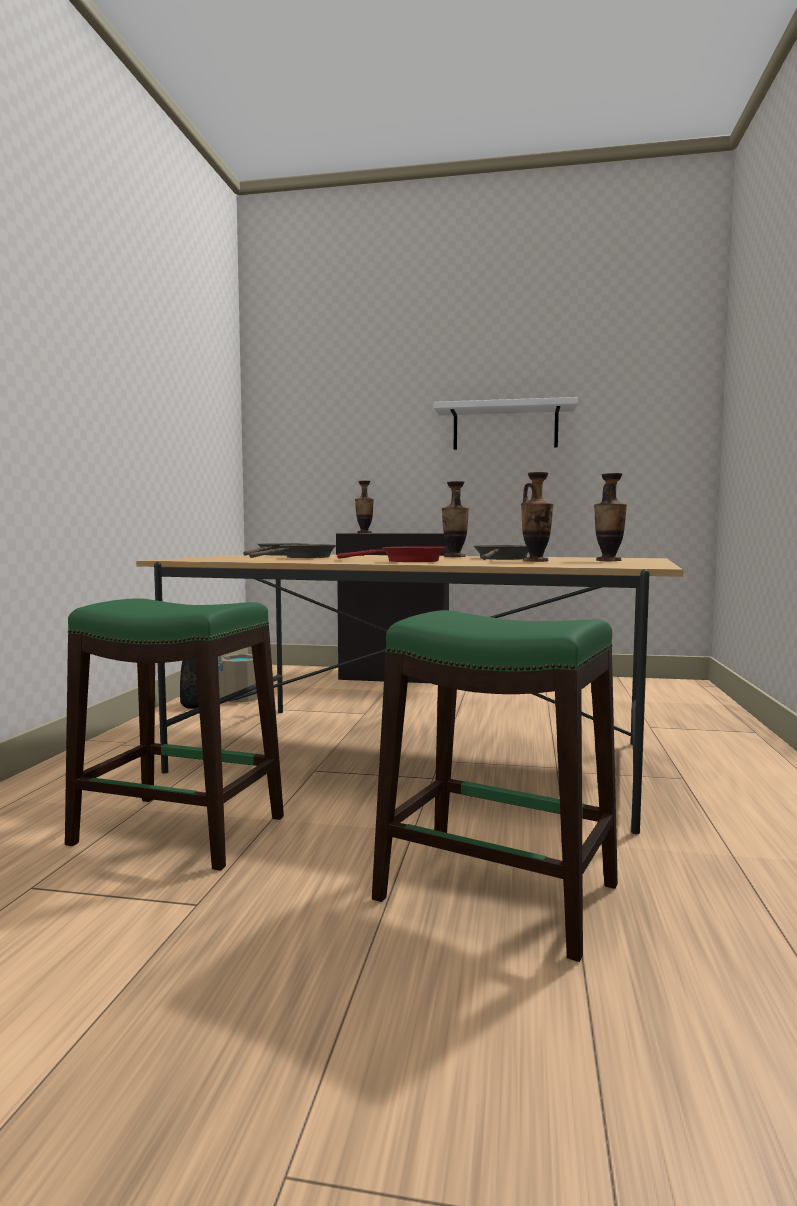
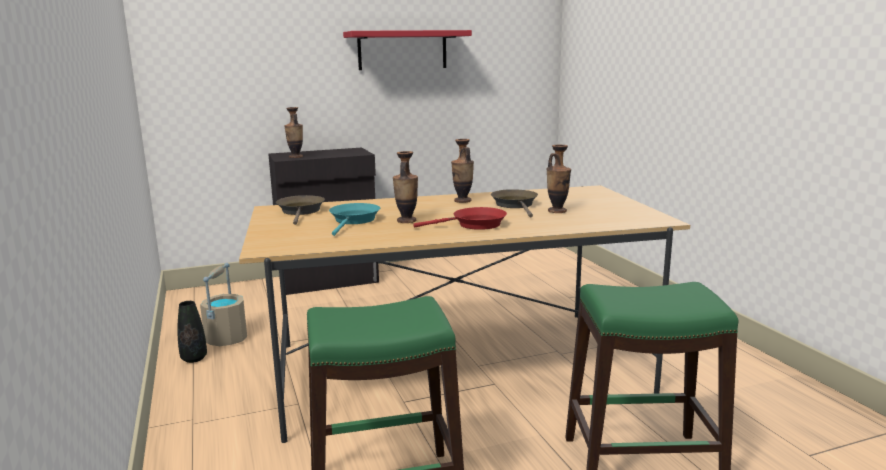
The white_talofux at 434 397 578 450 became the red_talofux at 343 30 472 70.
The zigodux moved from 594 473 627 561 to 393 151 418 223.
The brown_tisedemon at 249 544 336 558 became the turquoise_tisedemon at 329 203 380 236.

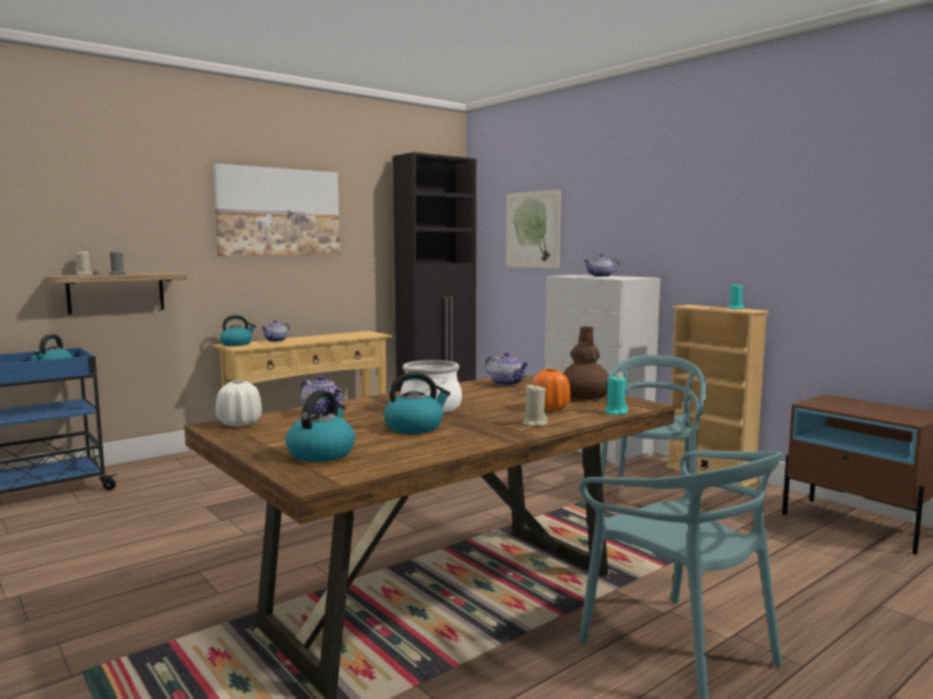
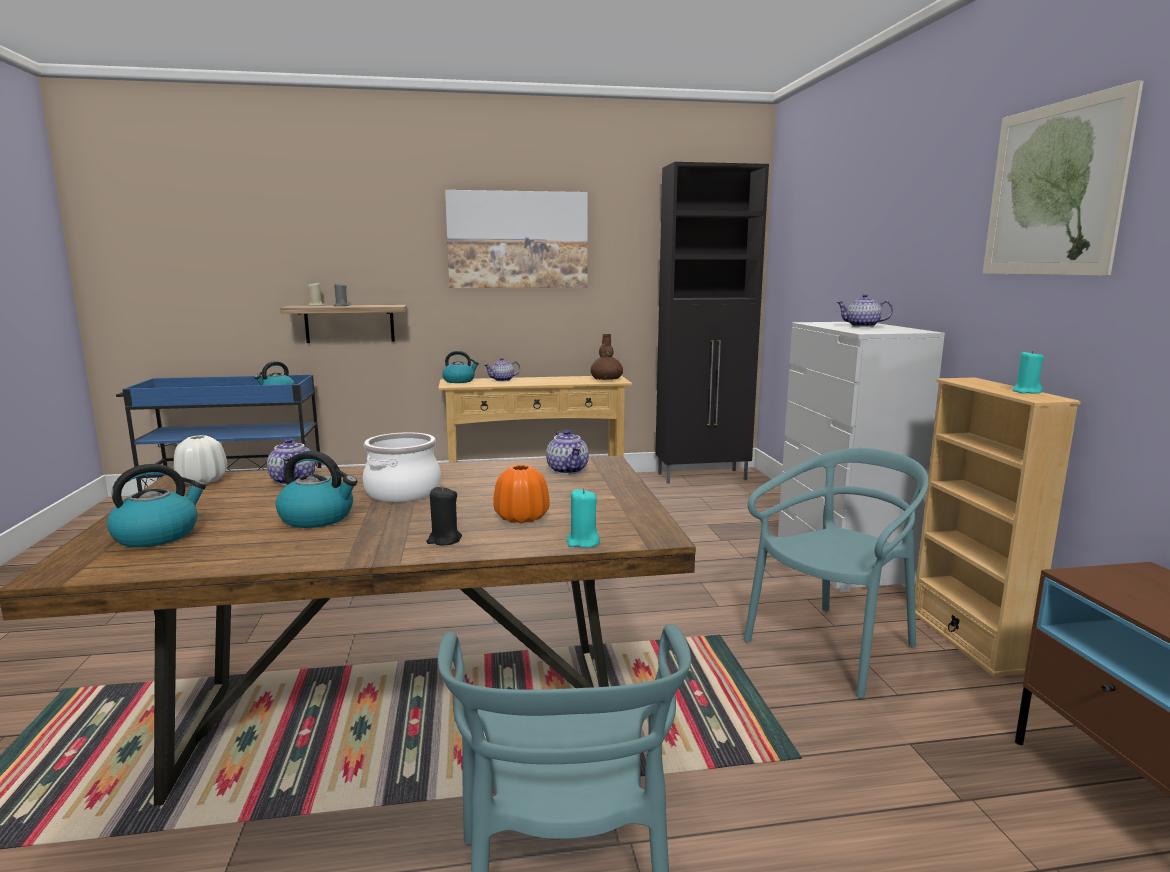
The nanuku moved from 506 189 561 268 to 983 80 1144 276.
The brown_zigodux moved from 563 327 609 400 to 591 334 623 380.
The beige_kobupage at 522 383 548 427 became the black_kobupage at 426 486 462 546.

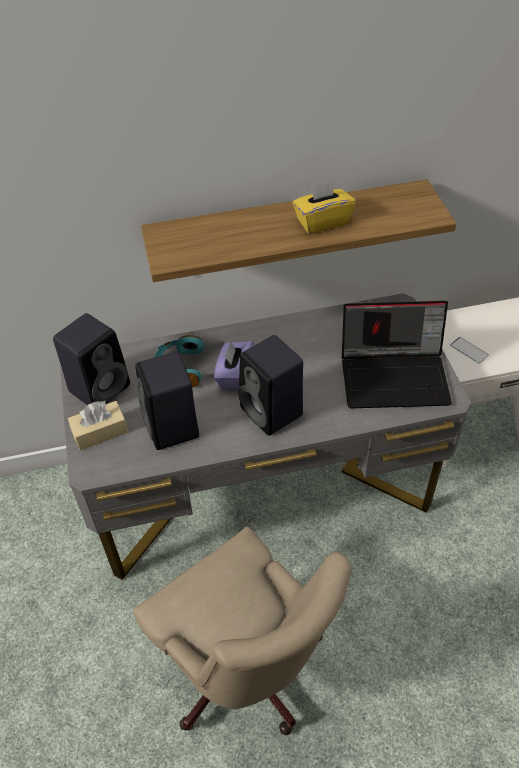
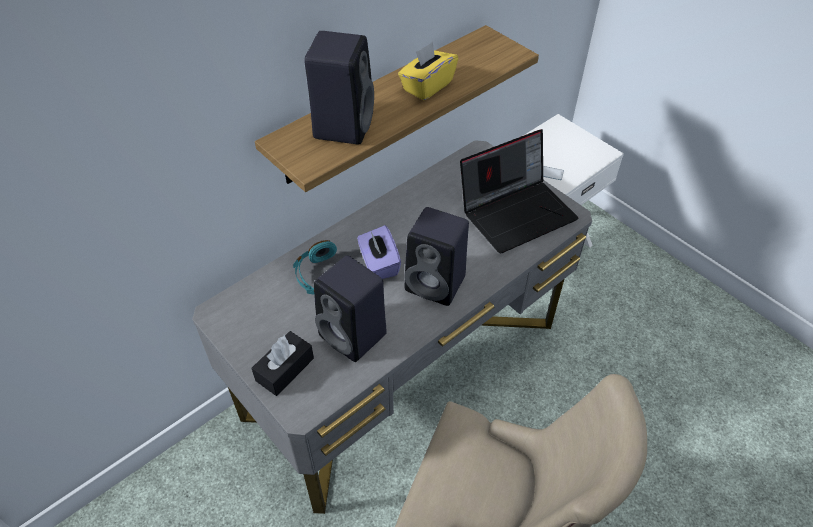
The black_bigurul moved from 53 313 130 405 to 304 31 374 145.
The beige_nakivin at 68 401 128 450 became the black_nakivin at 252 331 314 396.

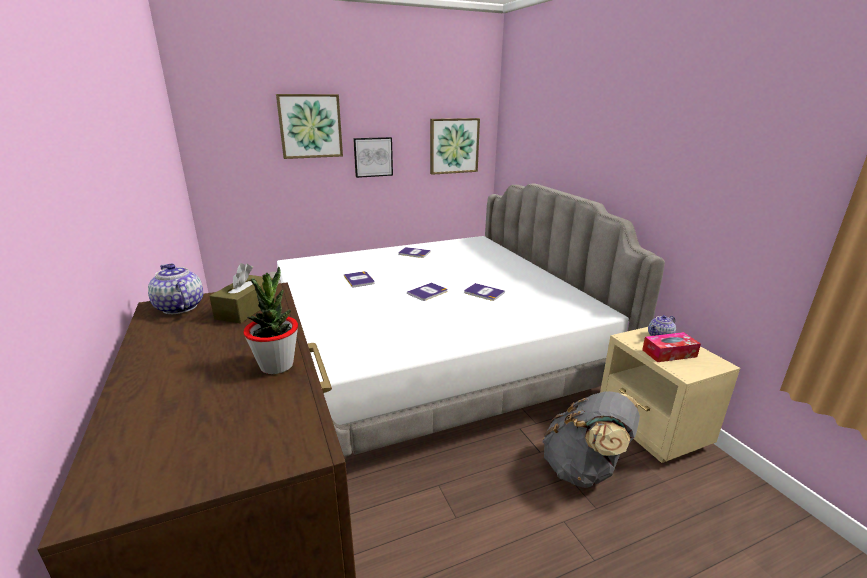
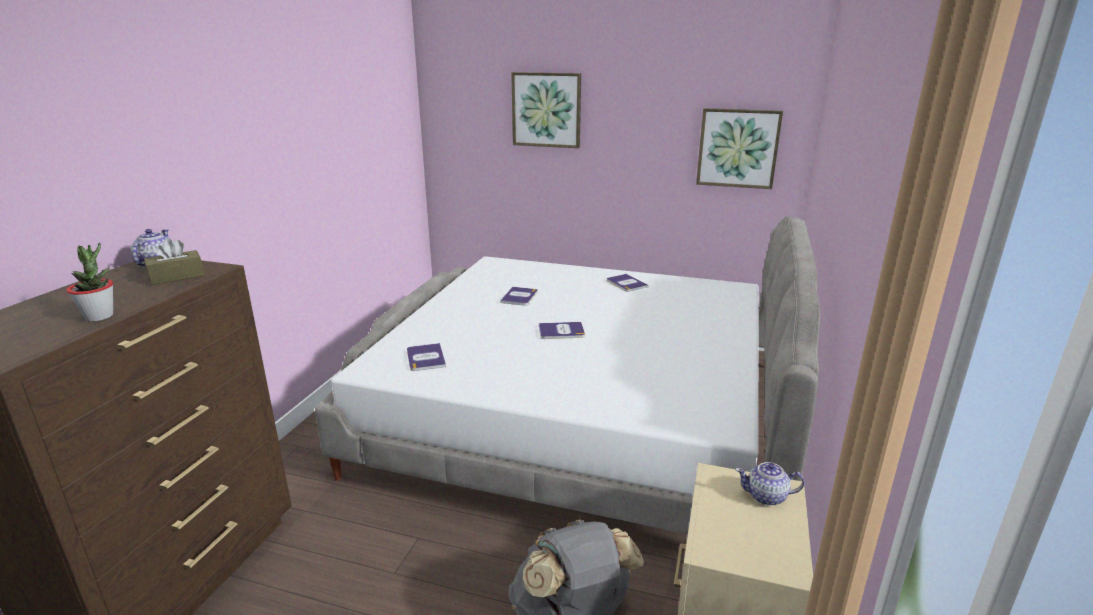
The nanuku at 353 137 393 178 disappeared.
The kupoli moved from 464 283 505 301 to 407 343 446 371.
The nakivin at 642 332 701 362 disappeared.

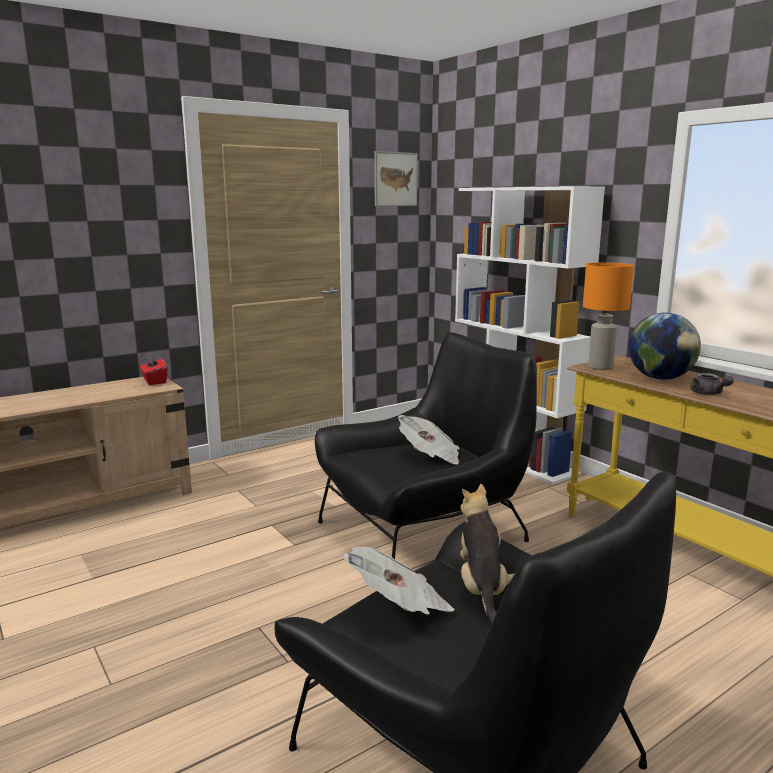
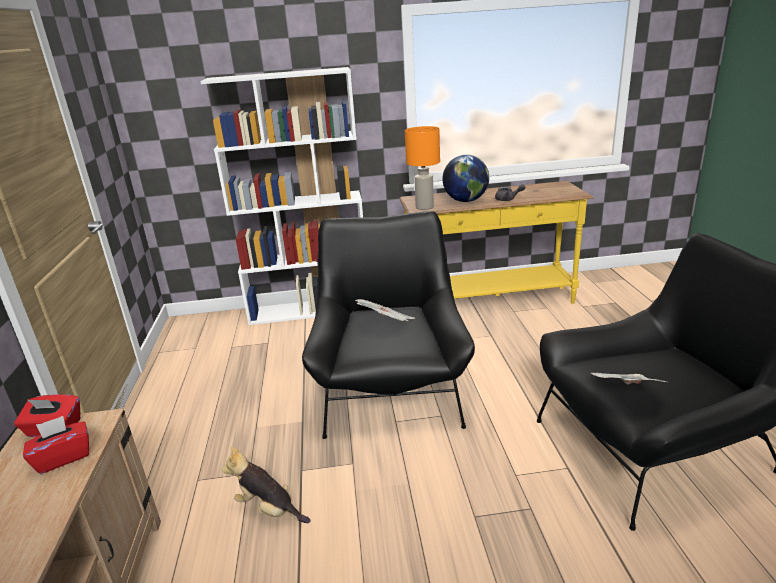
The nanuku at 374 151 418 206 disappeared.
The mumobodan moved from 460 484 514 623 to 222 447 311 523.
The red_nakivin at 23 416 89 474 appeared.

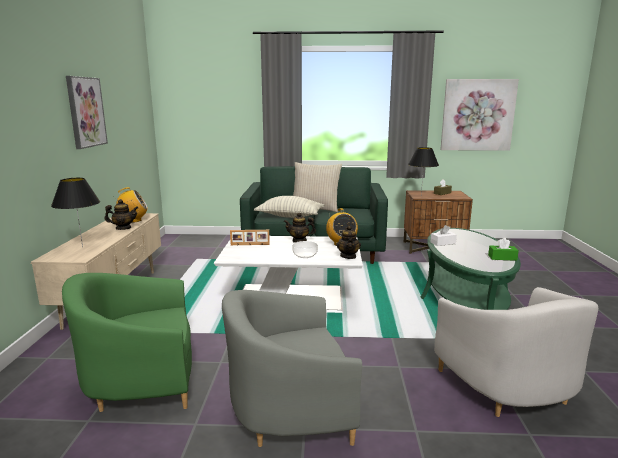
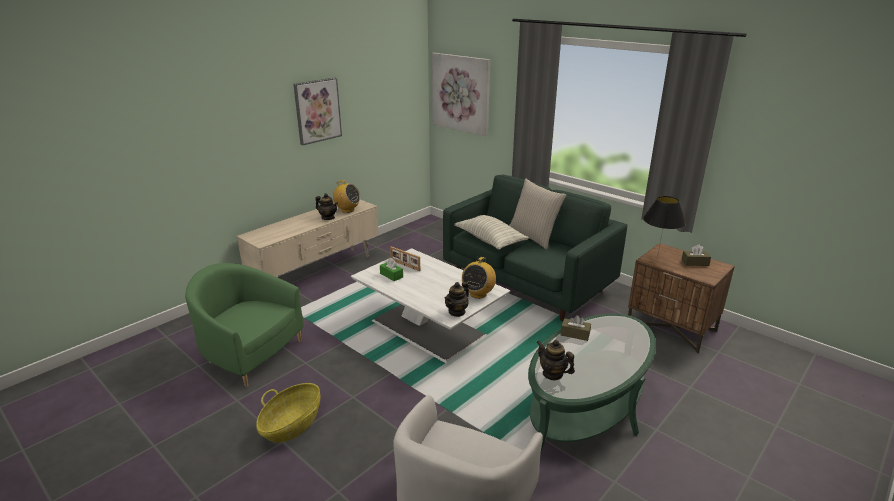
The nanuku moved from 440 79 519 151 to 432 53 490 137.
The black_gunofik at 51 178 100 248 disappeared.
The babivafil moved from 284 212 316 243 to 536 340 575 380.
The white_nakivin at 430 225 457 246 became the brown_nakivin at 561 315 591 341.
The green_nakivin moved from 488 238 519 261 to 380 258 403 281.
The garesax at 292 241 318 258 disappeared.
The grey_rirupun at 222 290 362 447 was replaced by the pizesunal at 256 383 320 442.

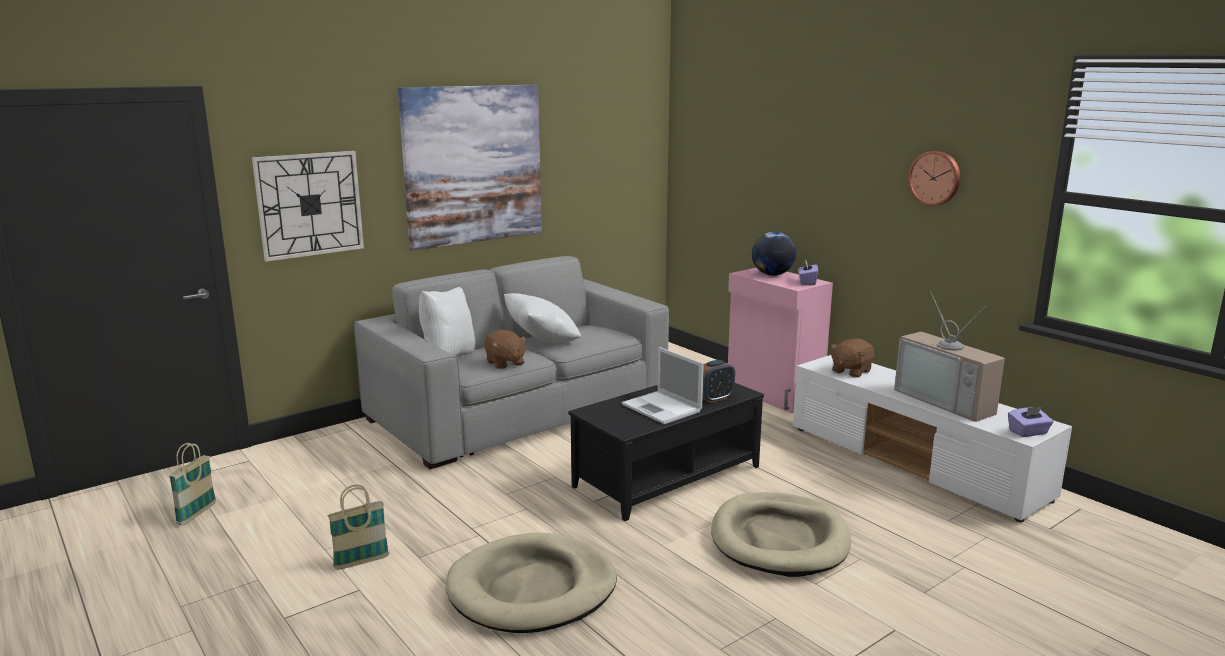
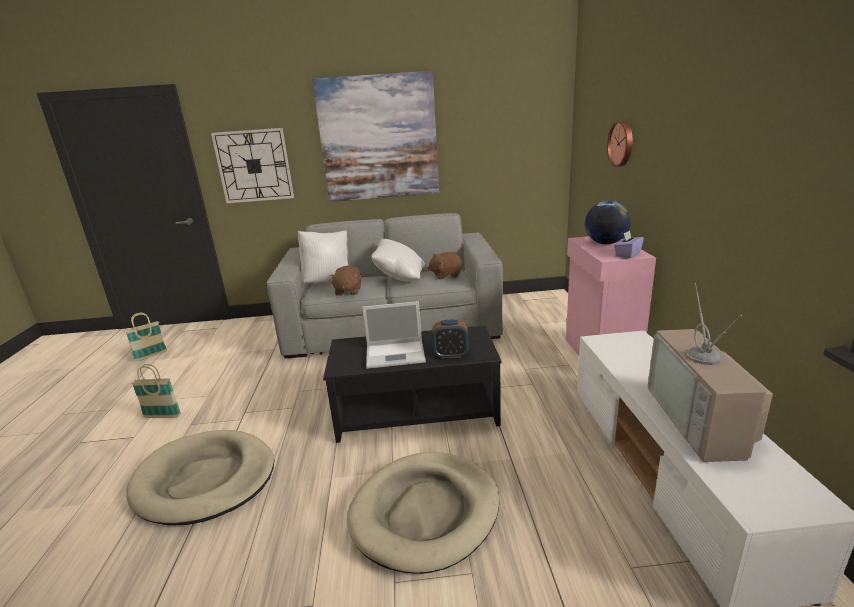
The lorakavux moved from 908 151 960 206 to 607 120 633 167.
The brown_mumobodan moved from 830 338 874 378 to 428 252 462 279.
The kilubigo at 622 347 704 424 turned 90 degrees counterclockwise.
The purple_nakivin at 1008 407 1054 437 disappeared.

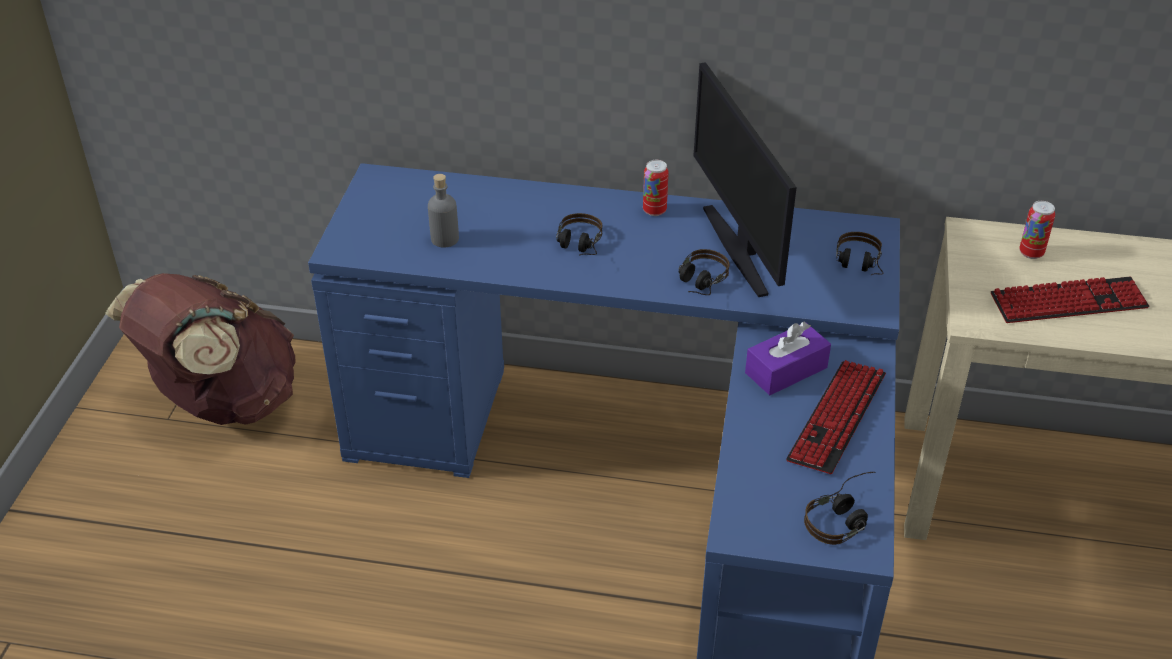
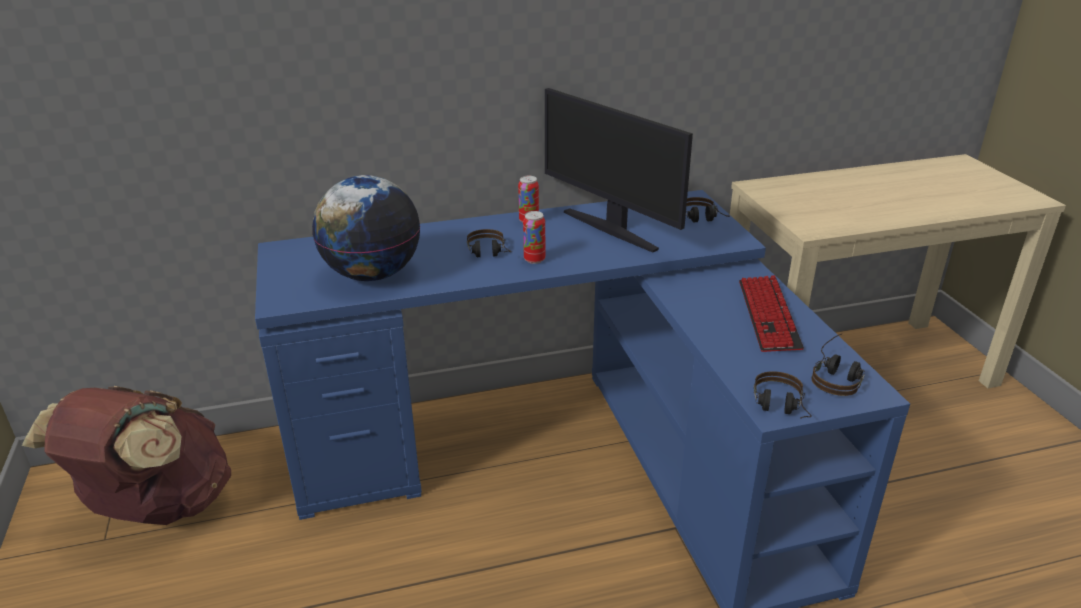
The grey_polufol at 428 174 459 248 was replaced by the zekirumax at 312 175 420 281.
The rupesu moved from 1019 201 1055 259 to 523 211 545 264.
The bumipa moved from 679 249 730 295 to 754 371 812 419.
The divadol at 991 277 1149 323 disappeared.
The purple_nakivin at 745 322 831 395 disappeared.

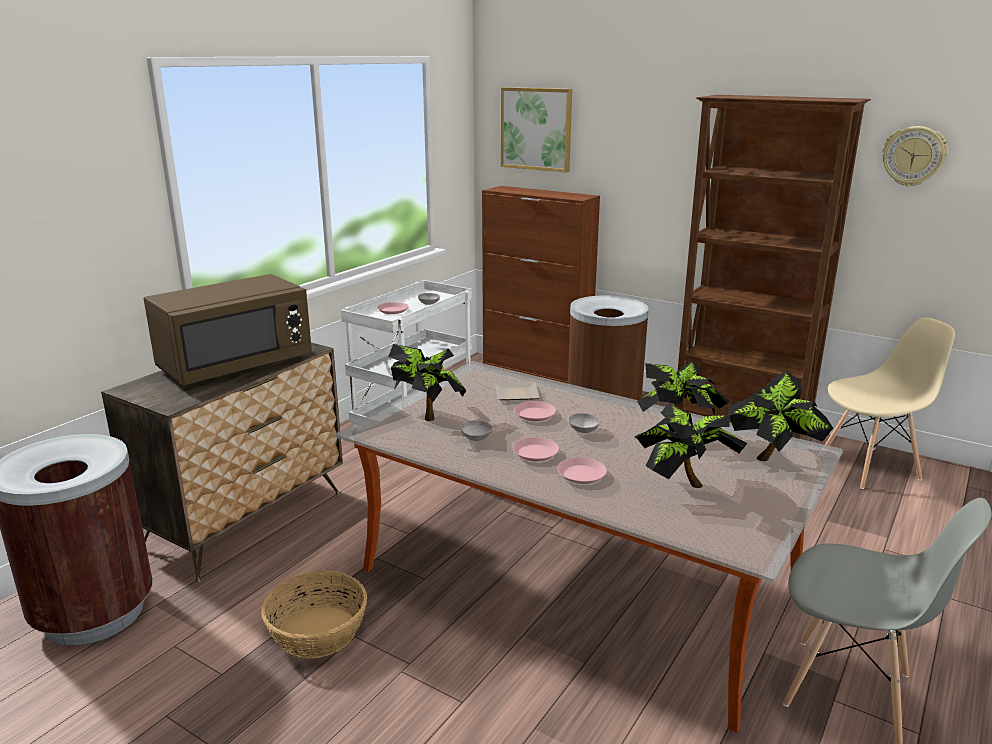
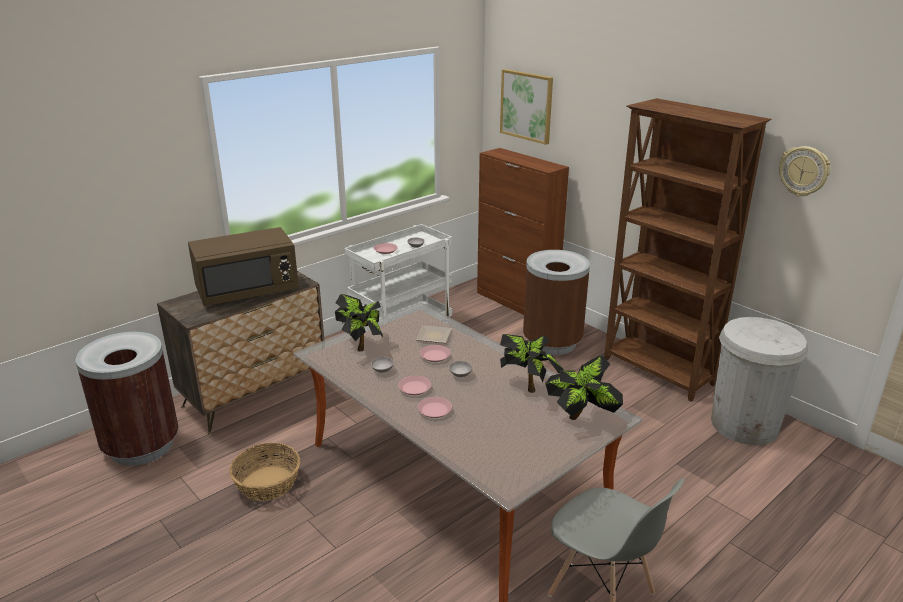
The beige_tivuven at 825 317 955 489 was replaced by the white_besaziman at 711 317 808 445.
The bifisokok at 634 403 747 488 disappeared.

